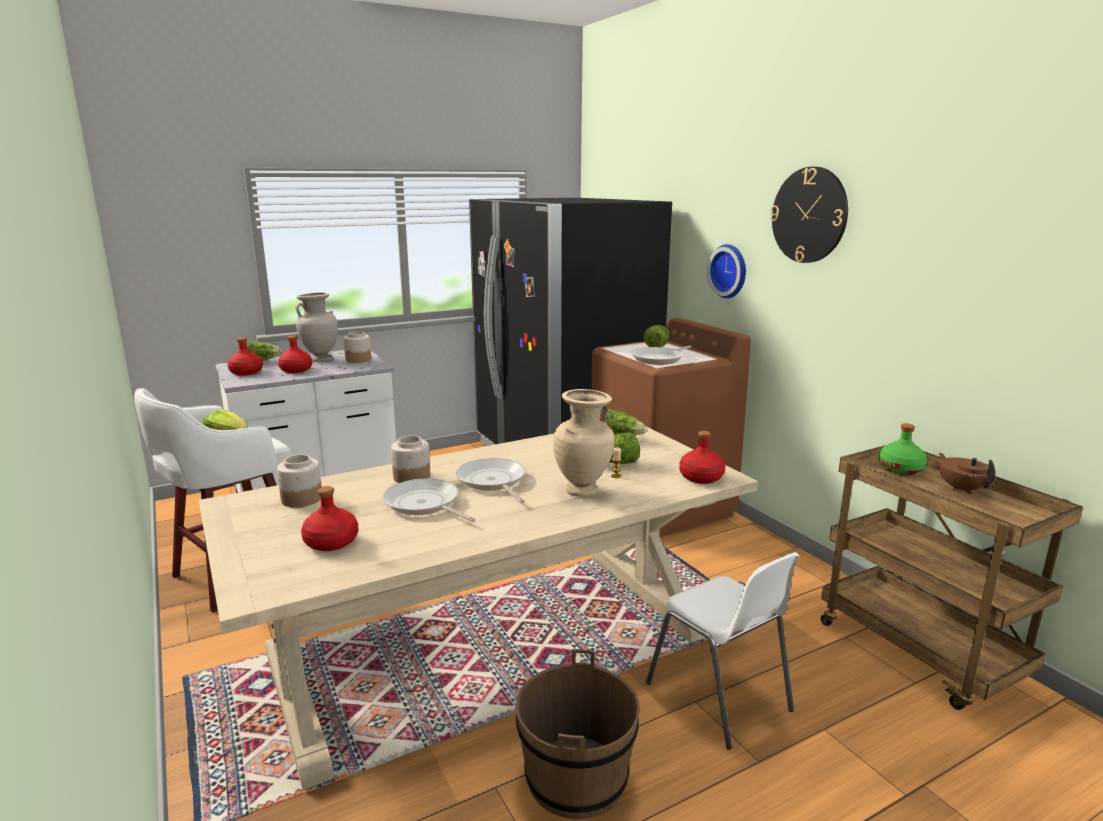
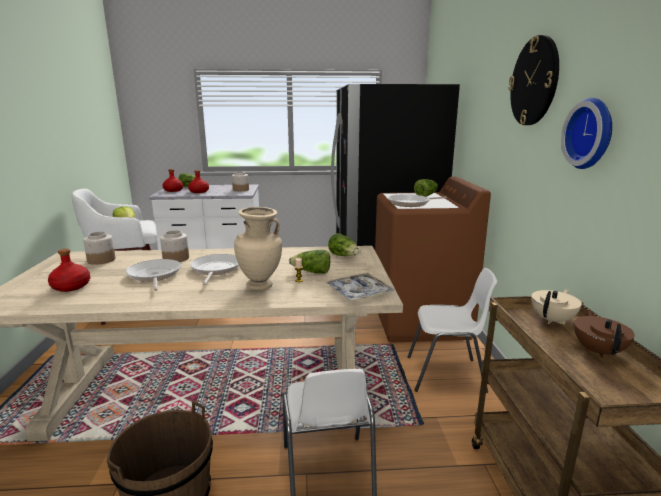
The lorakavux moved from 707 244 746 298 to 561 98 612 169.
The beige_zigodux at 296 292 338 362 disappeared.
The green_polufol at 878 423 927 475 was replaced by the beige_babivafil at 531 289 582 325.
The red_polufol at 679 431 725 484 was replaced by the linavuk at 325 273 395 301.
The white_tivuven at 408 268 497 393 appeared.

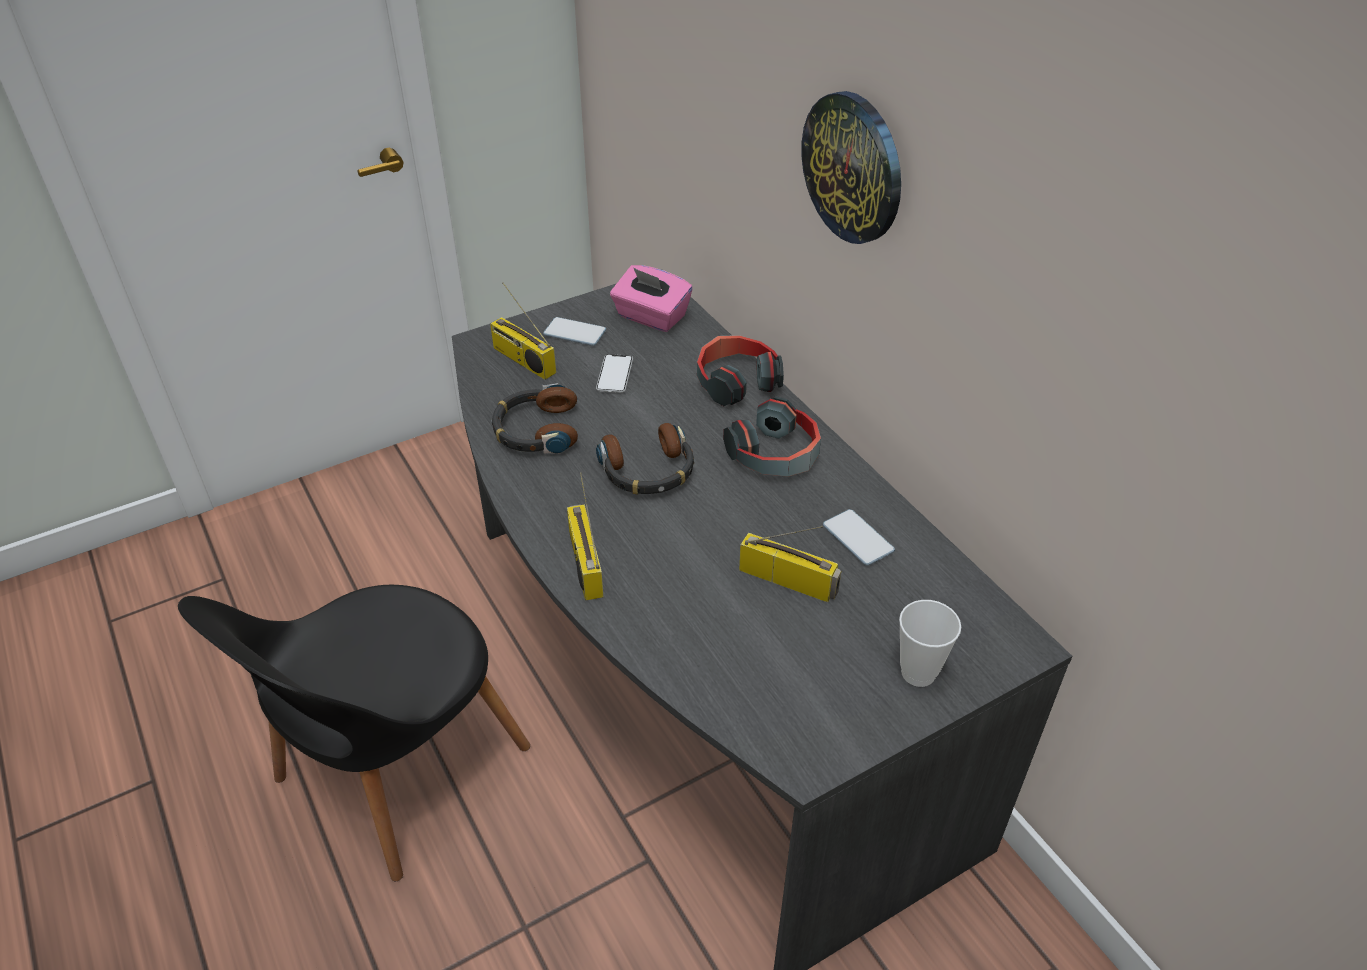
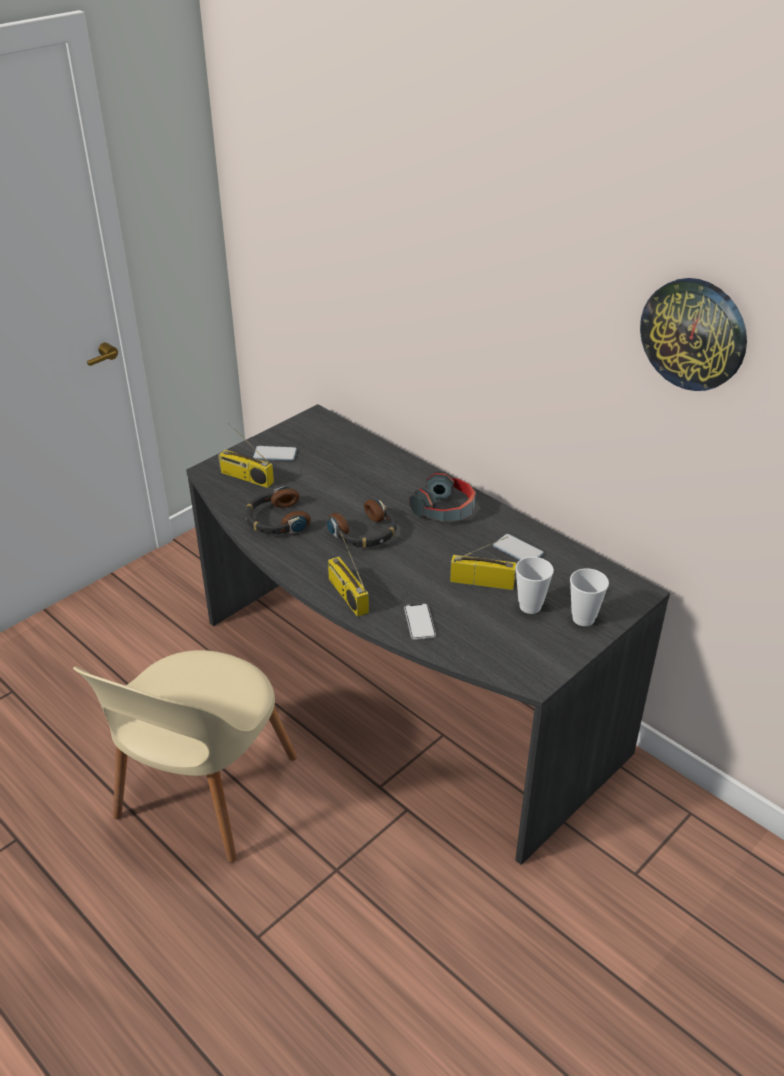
The lorakavux moved from 801 91 901 244 to 640 278 747 391.
The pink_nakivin at 610 265 693 332 disappeared.
The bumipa at 697 335 784 406 disappeared.
The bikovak moved from 596 354 633 393 to 404 603 436 640.
The black_tivuven at 178 585 530 881 became the beige_tivuven at 73 650 297 863.
The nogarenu at 515 557 554 614 appeared.

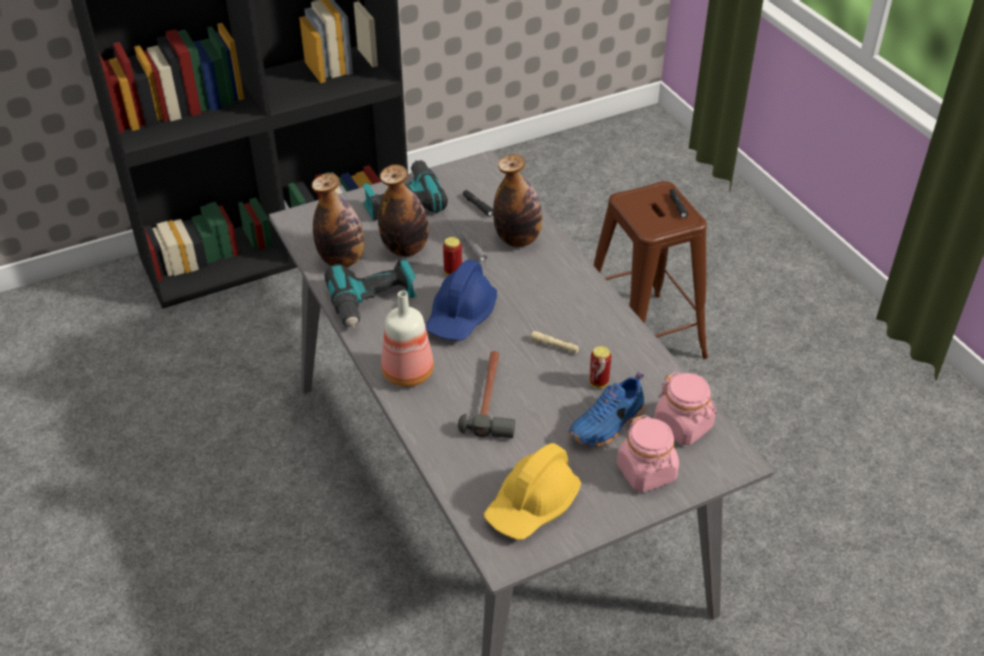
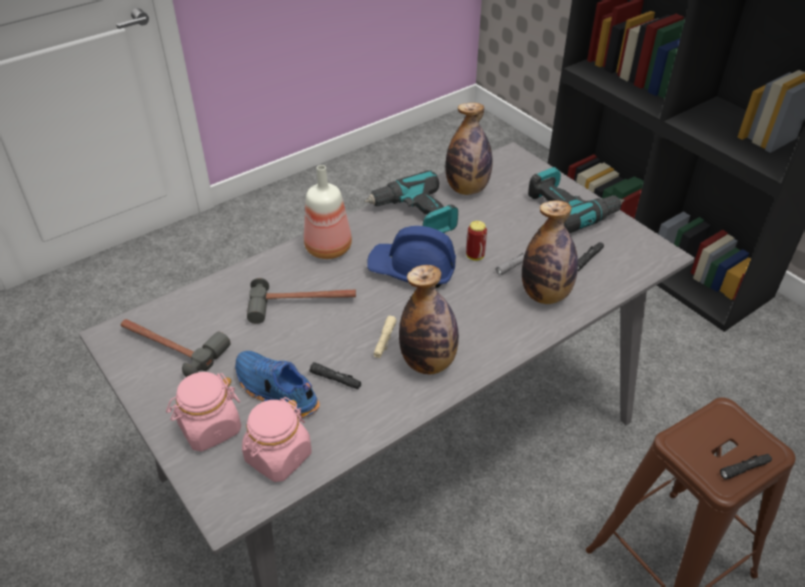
The polufol moved from 378 165 429 257 to 399 265 459 374.
The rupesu at 589 346 611 388 was replaced by the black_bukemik at 309 362 361 389.
The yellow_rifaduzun at 484 443 581 540 was replaced by the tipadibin at 121 319 231 377.

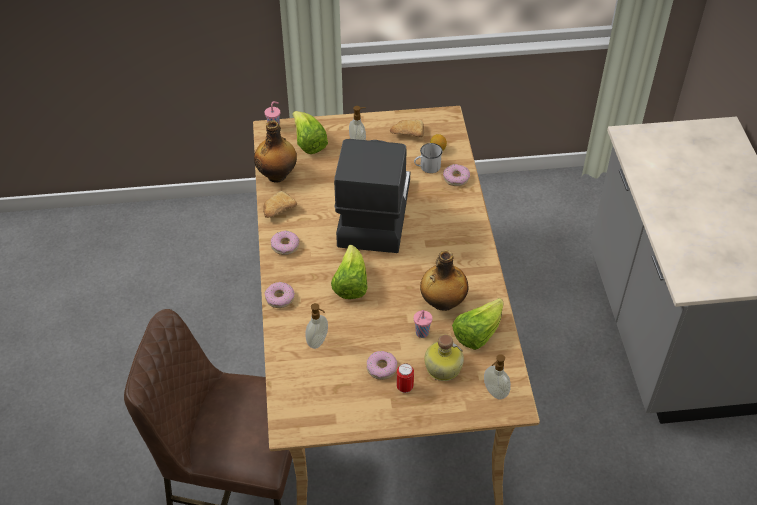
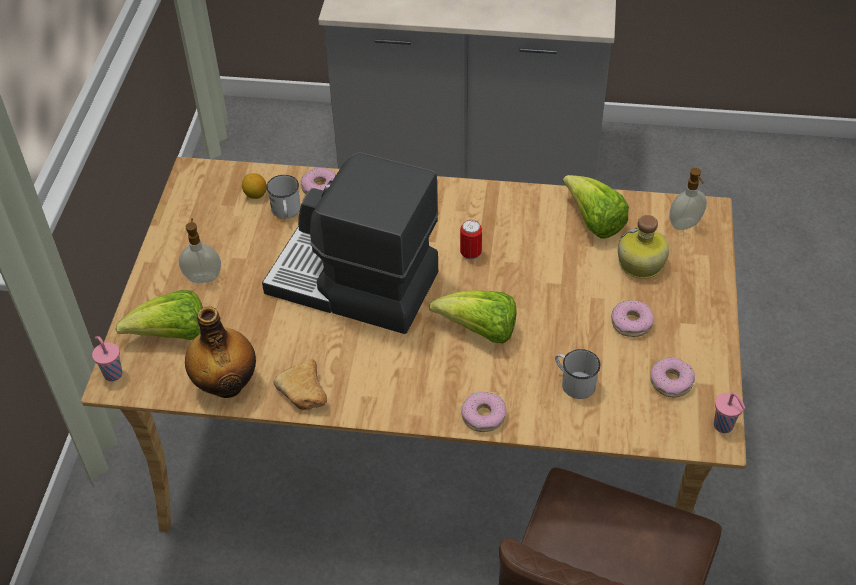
The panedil at 390 120 424 137 disappeared.
The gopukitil moved from 271 231 300 255 to 650 357 695 398.
The polufol at 420 250 469 311 disappeared.
The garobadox at 305 303 328 349 was replaced by the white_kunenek at 555 349 601 399.
The pink_nogarenu moved from 414 310 432 338 to 714 392 745 433.
The rupesu moved from 396 363 414 393 to 460 220 482 260.

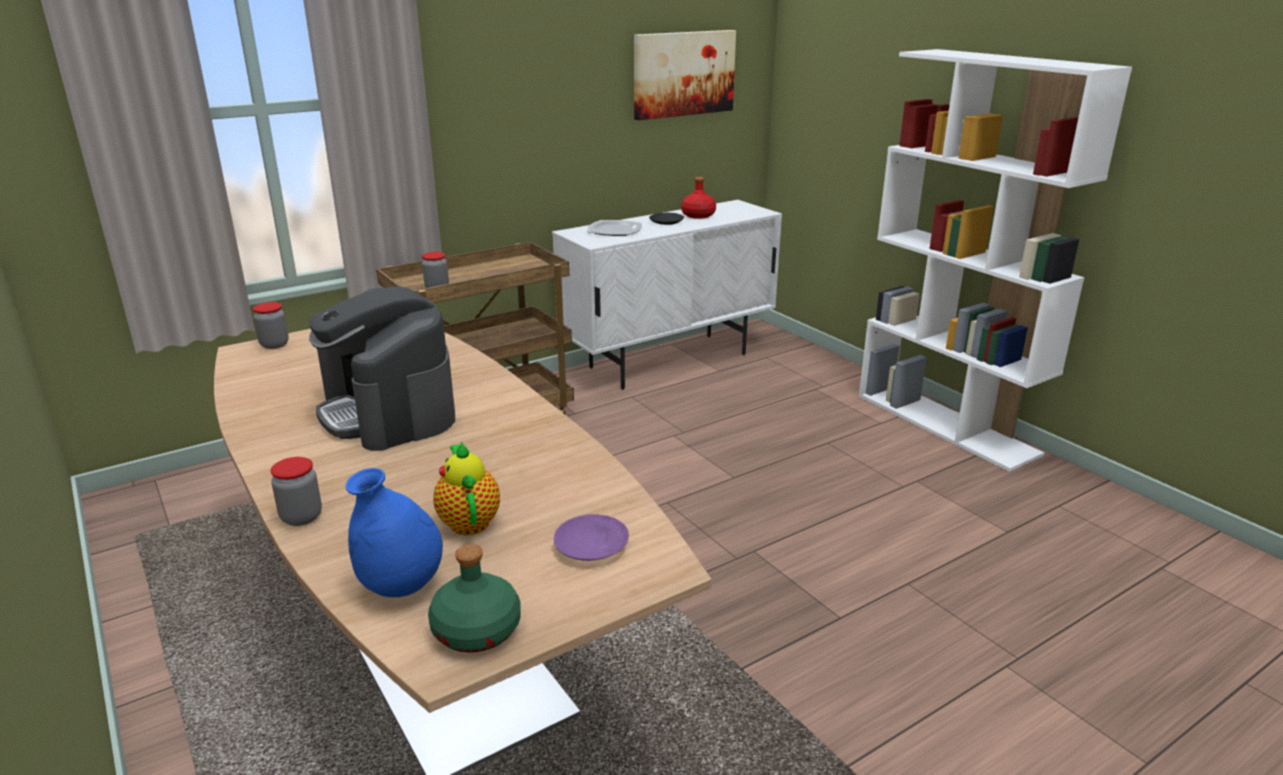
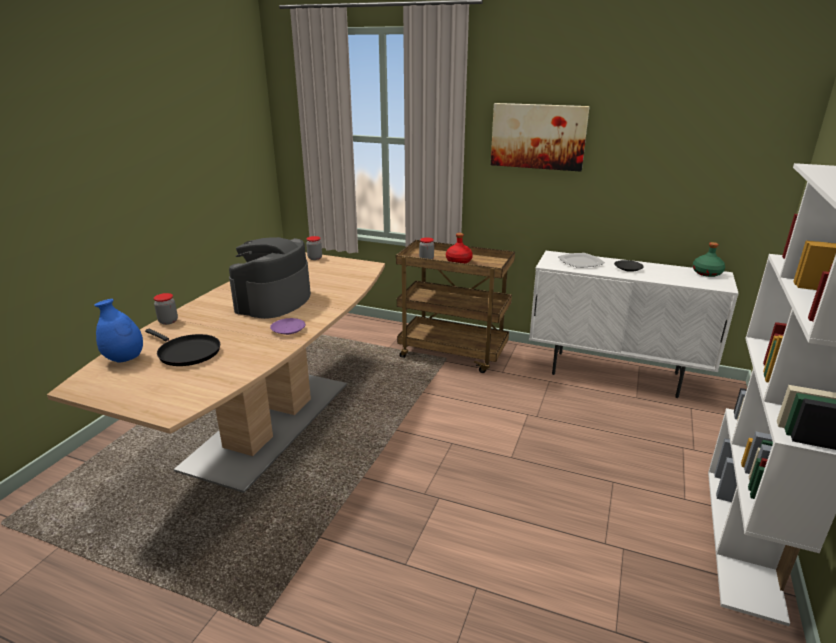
The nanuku moved from 634 30 736 120 to 491 103 590 172.
The red_polufol moved from 681 177 716 219 to 446 233 473 264.
The babivafil at 433 441 500 535 was replaced by the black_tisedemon at 145 329 220 366.
The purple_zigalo moved from 554 514 629 561 to 270 318 305 335.
The green_polufol moved from 428 544 521 653 to 692 242 725 277.

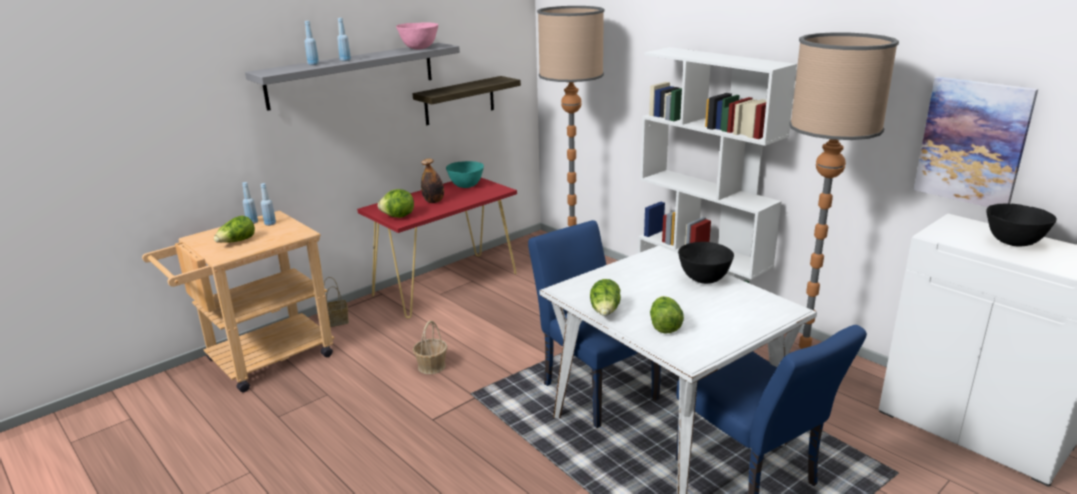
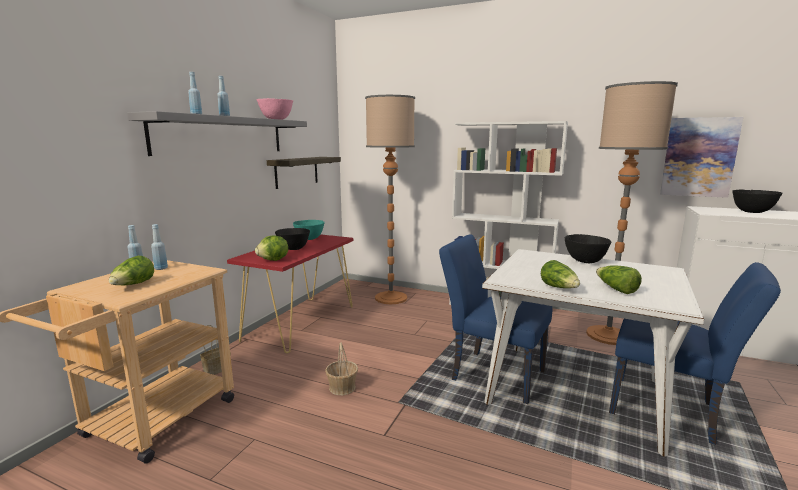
The polufol at 421 159 444 203 was replaced by the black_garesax at 275 228 310 250.

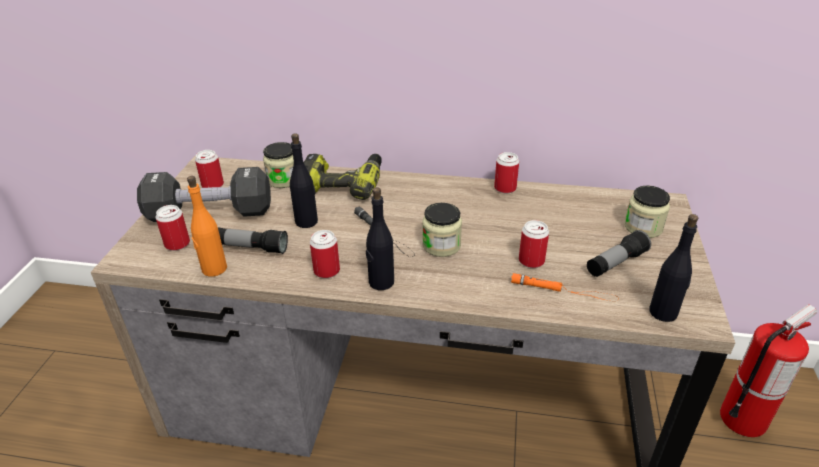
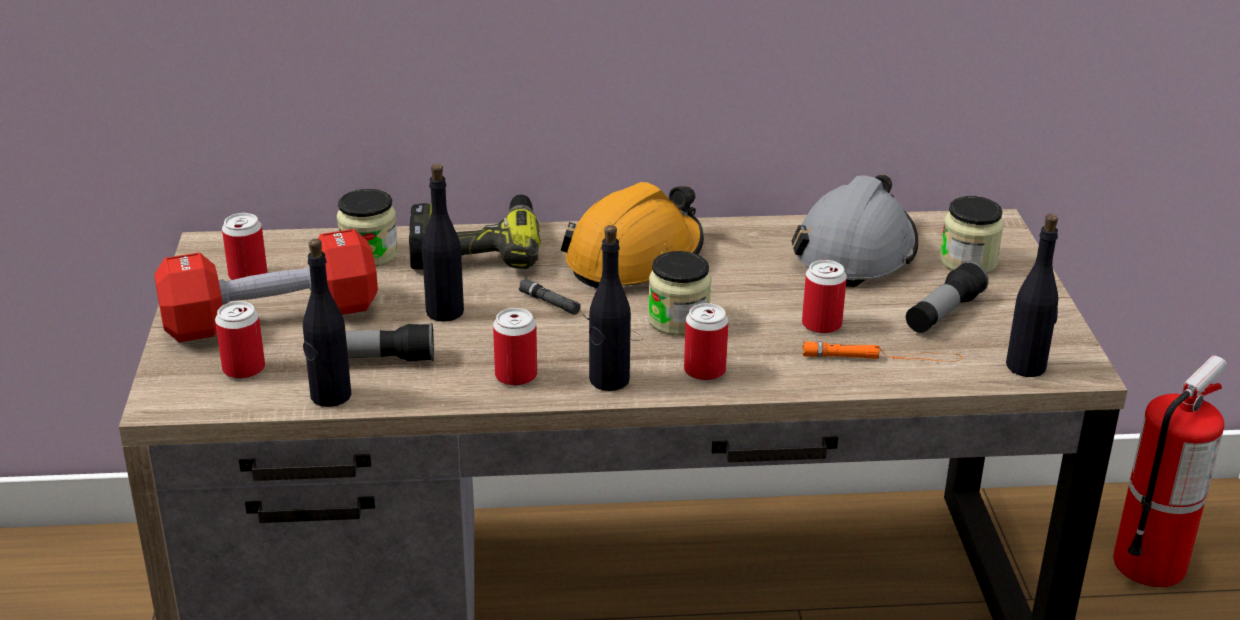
The rupesu moved from 494 152 519 193 to 684 303 729 381.
The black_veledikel at 137 167 271 222 became the red_veledikel at 154 229 378 342.
The orange_polufol at 187 176 227 277 became the black_polufol at 303 239 351 407.
The grey_rifaduzun at 791 175 918 287 appeared.
The orange_rifaduzun at 560 182 704 289 appeared.

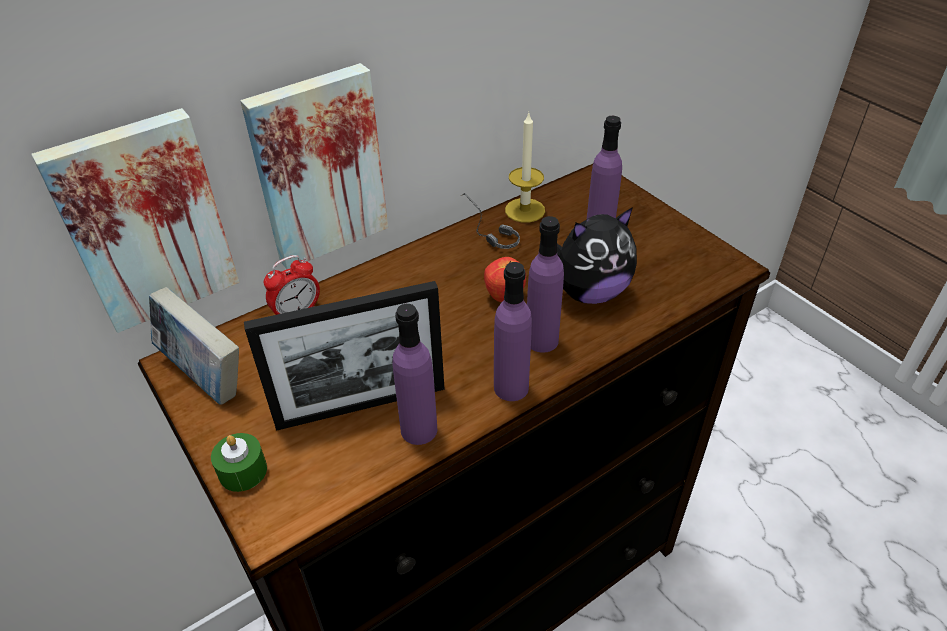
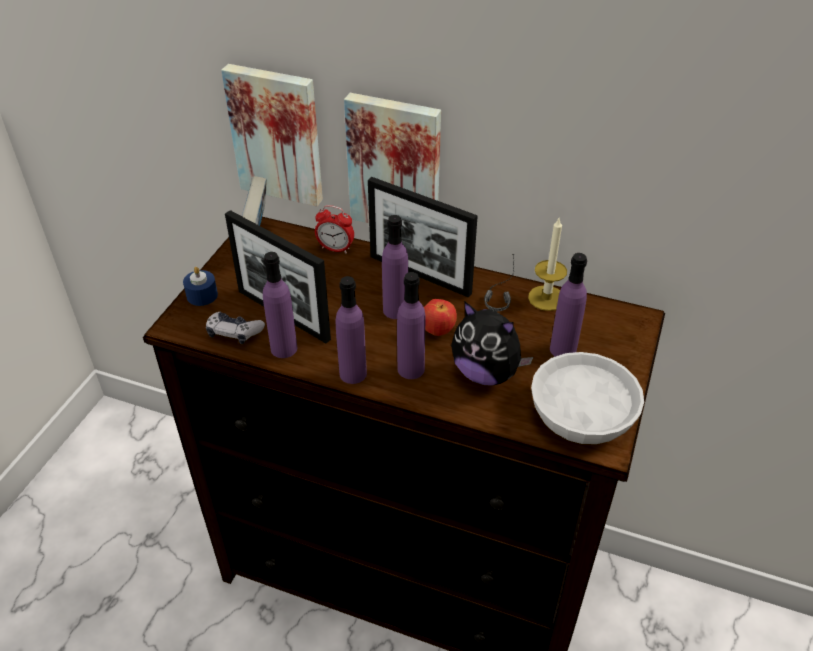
The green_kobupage at 211 433 267 492 became the blue_kobupage at 183 267 218 306.
The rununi at 368 177 478 298 appeared.
The purple_polufol at 382 215 408 319 appeared.
The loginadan at 206 312 265 344 appeared.
The white_garesax at 531 352 644 444 appeared.

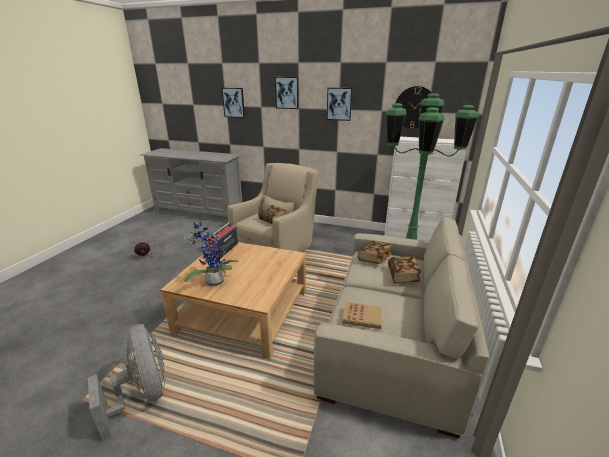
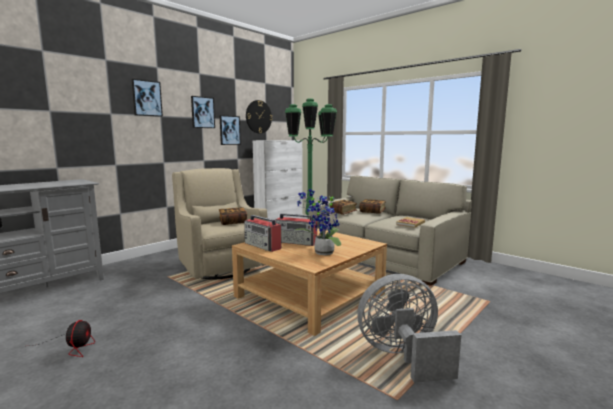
The nanuku moved from 222 88 245 118 to 220 115 241 145.
The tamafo at 276 213 317 246 appeared.

